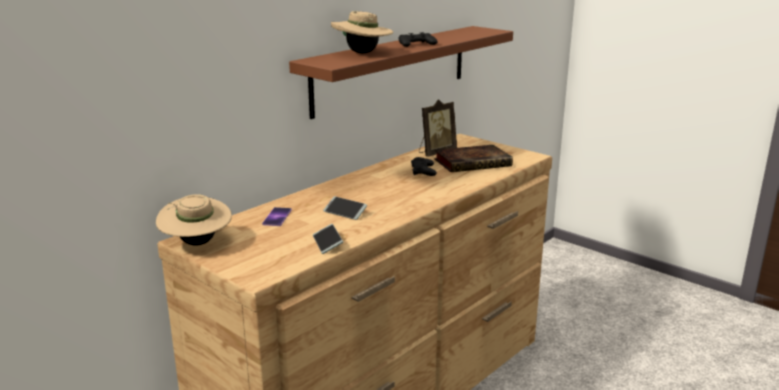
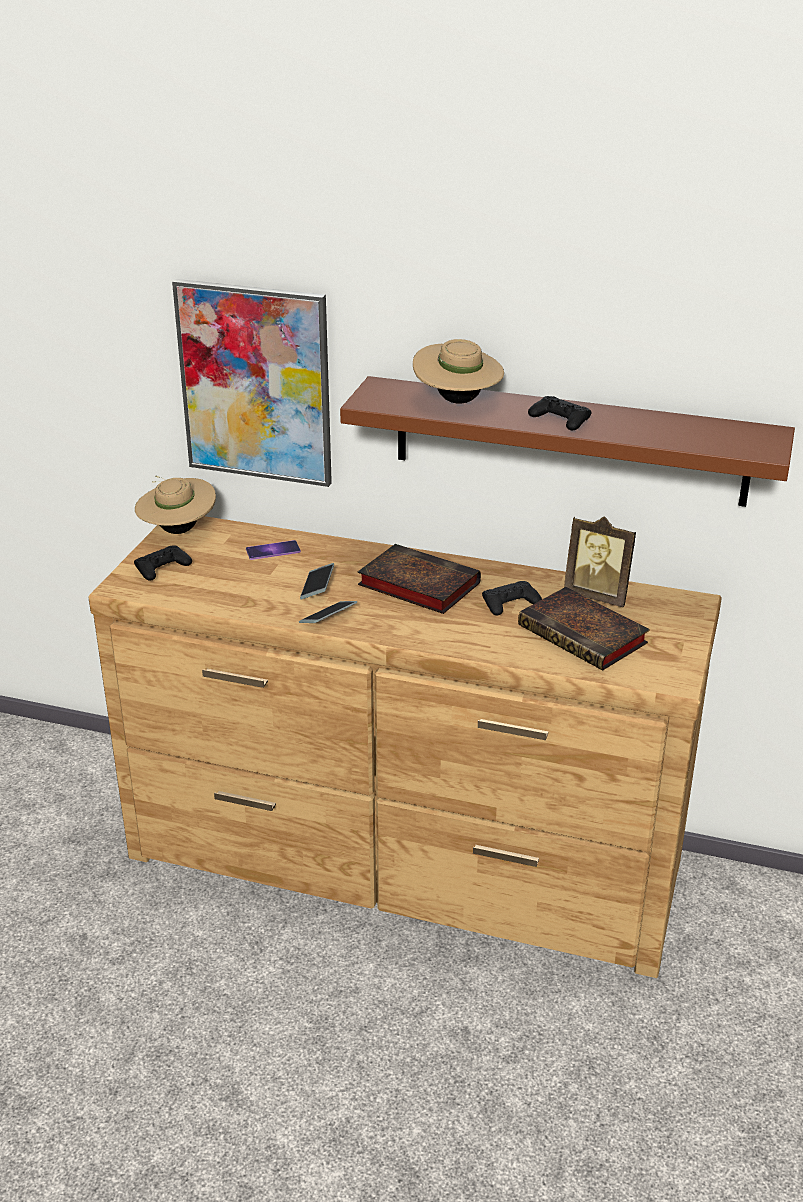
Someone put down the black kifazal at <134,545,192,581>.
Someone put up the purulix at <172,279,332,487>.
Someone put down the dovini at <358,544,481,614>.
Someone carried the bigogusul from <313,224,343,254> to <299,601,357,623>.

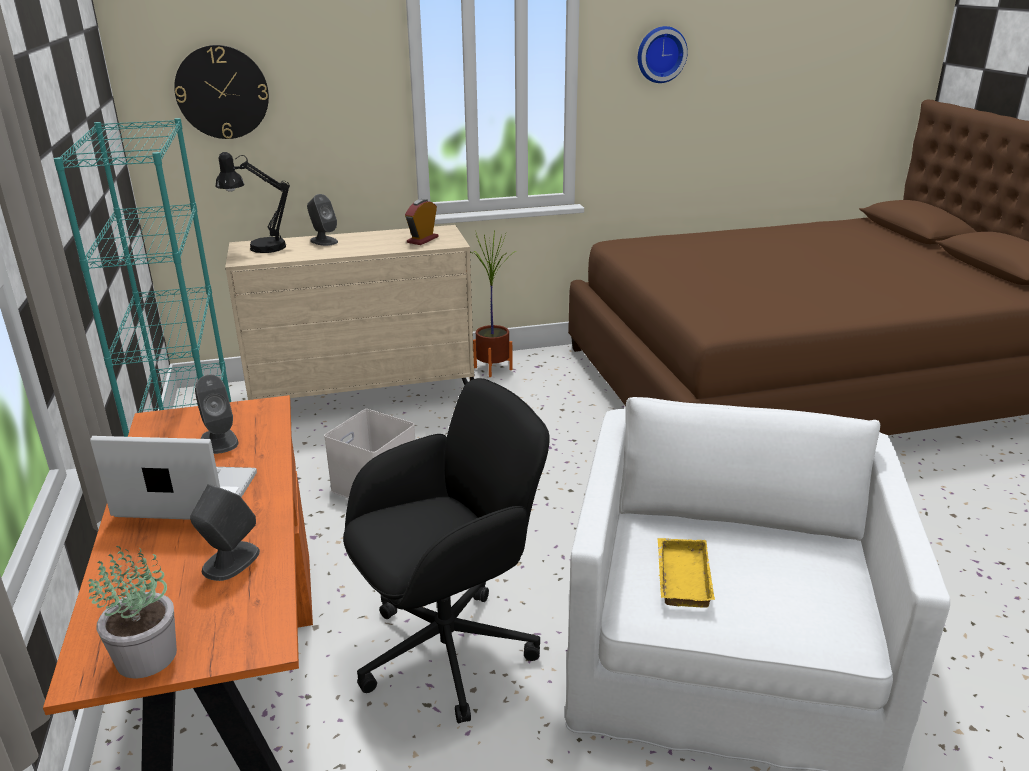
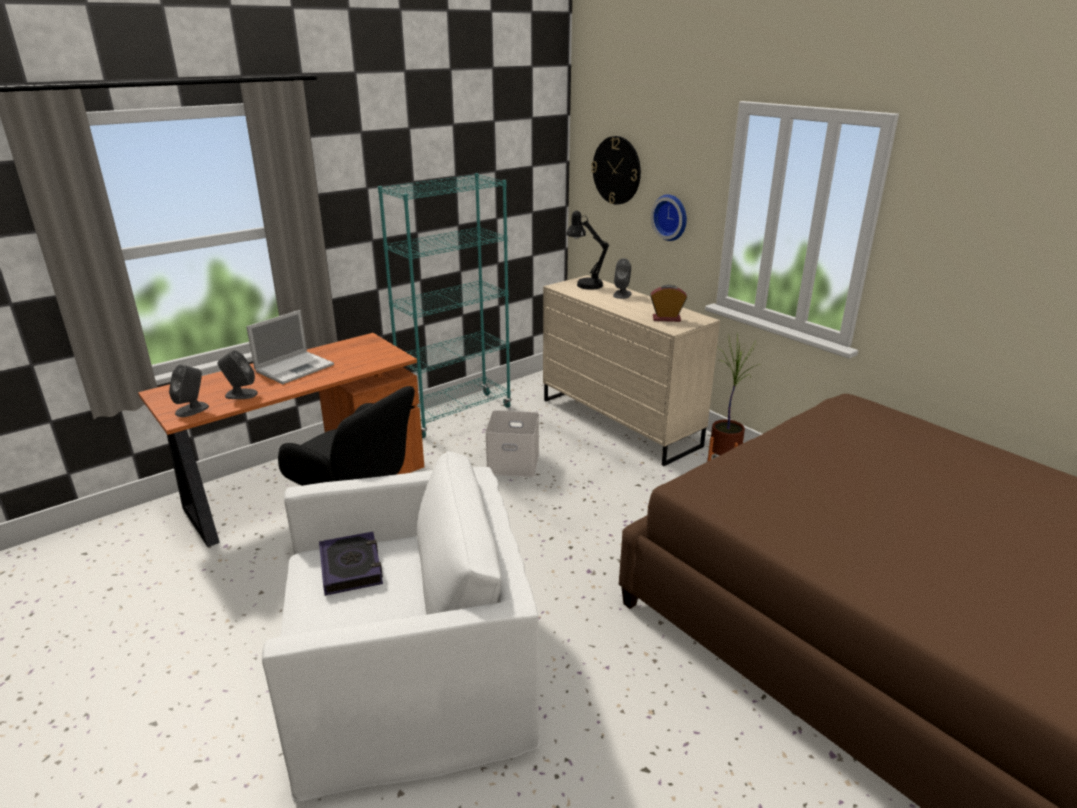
Someone took away the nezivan at <88,546,177,679>.
Someone carried the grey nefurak from <195,375,238,454> to <169,365,209,417>.
Someone carried the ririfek from <638,26,688,83> to <651,194,687,241>.
Someone swapped the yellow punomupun at <657,538,715,607> for the dovini at <319,532,383,596>.
Someone rotated the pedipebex at <90,436,257,520> by 60 degrees clockwise.

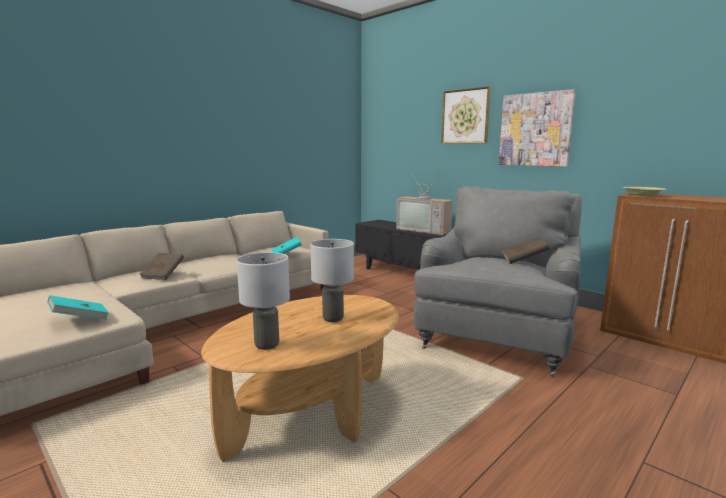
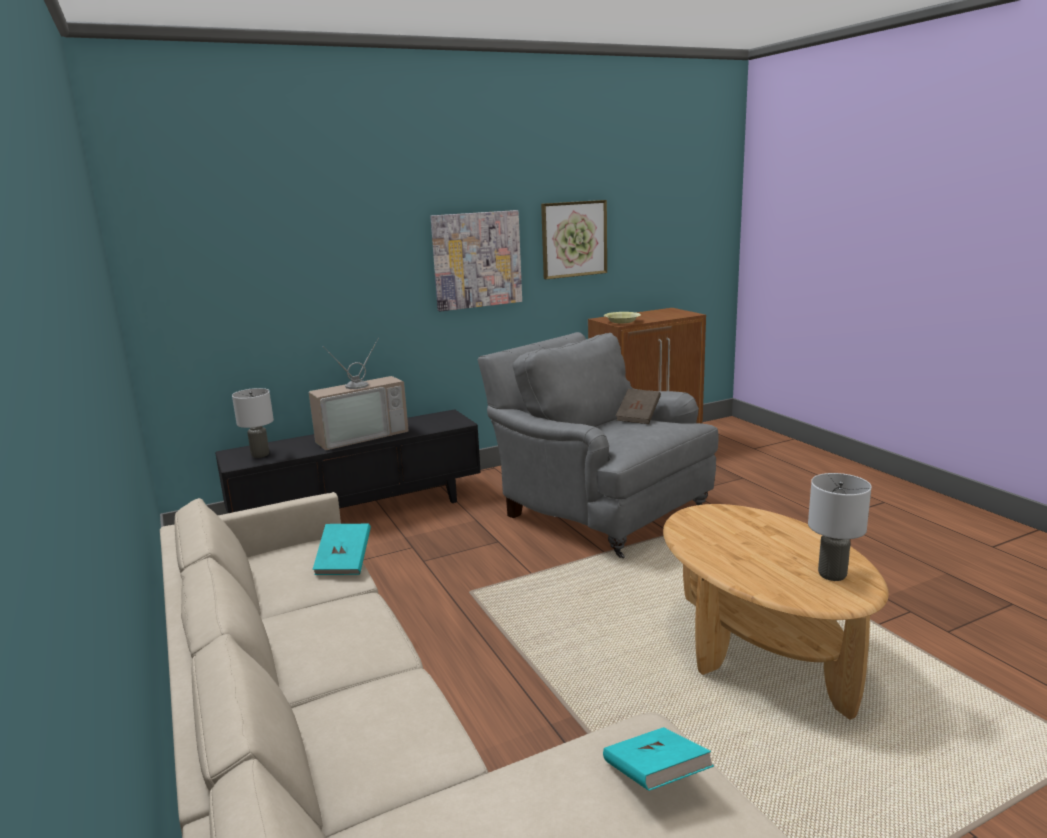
Someone took away the brown dovini at <140,253,184,280>.
Someone carried the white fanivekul from <310,239,354,322> to <232,388,274,458>.
Someone carried the purulix from <441,86,491,144> to <541,200,607,279>.

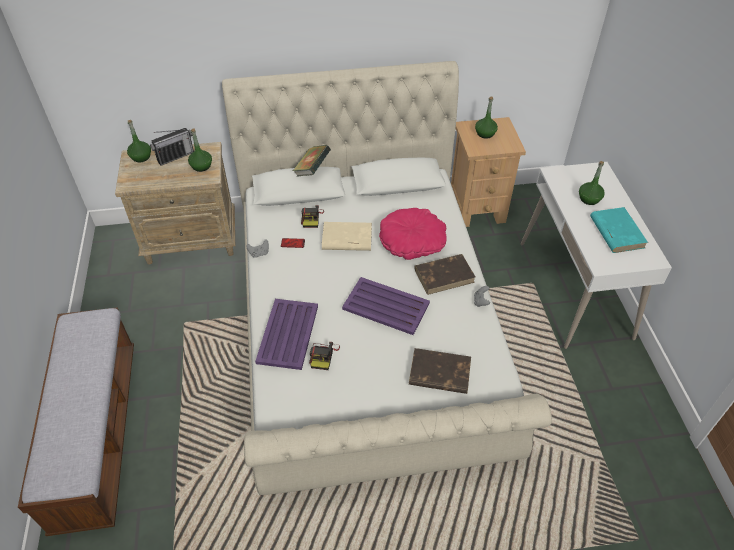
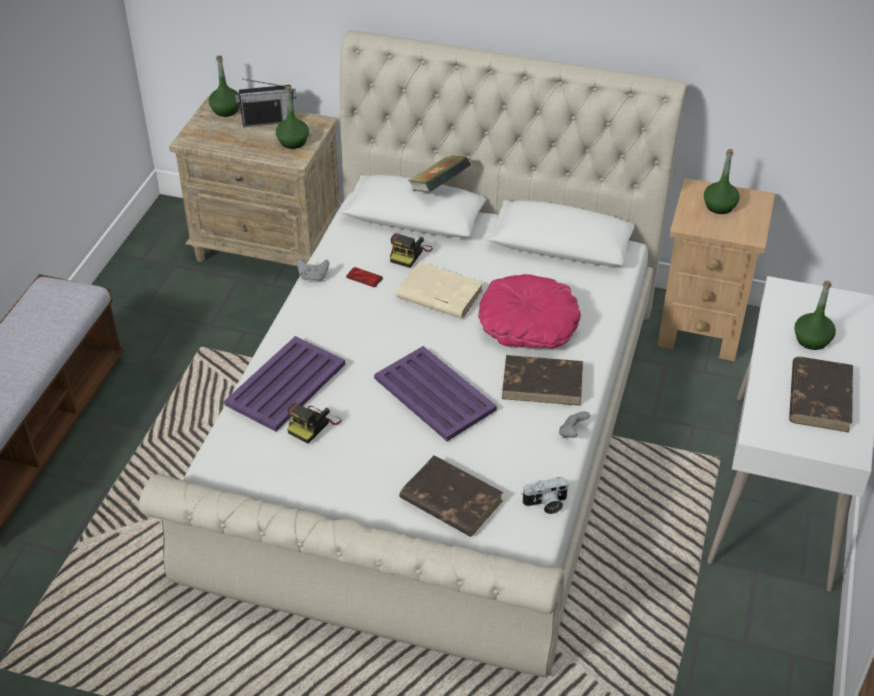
Someone put down the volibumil at <522,477,569,514>.
Someone repainted the turquoise dovini at <590,207,648,253>, which became the brown dovini at <789,357,853,433>.

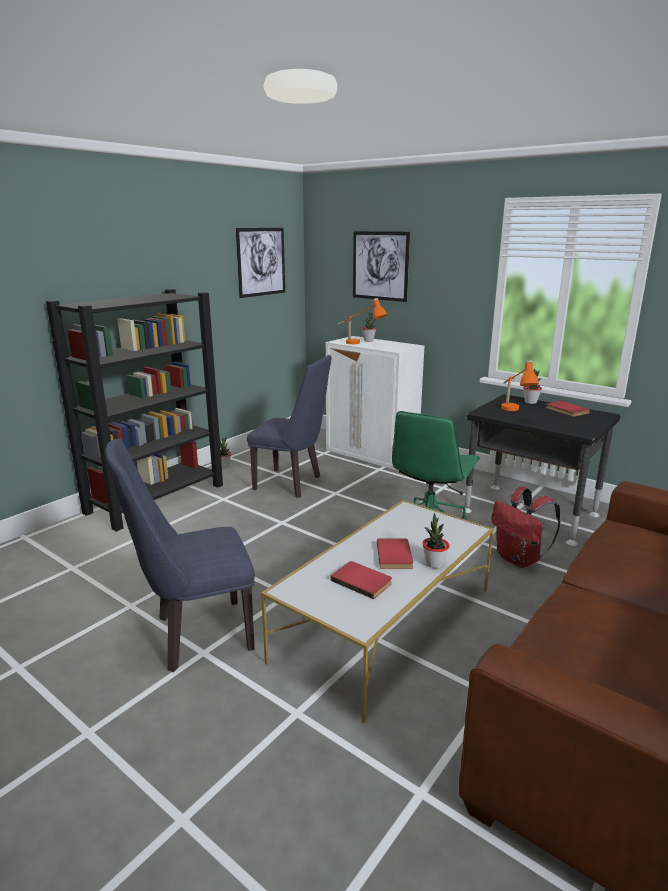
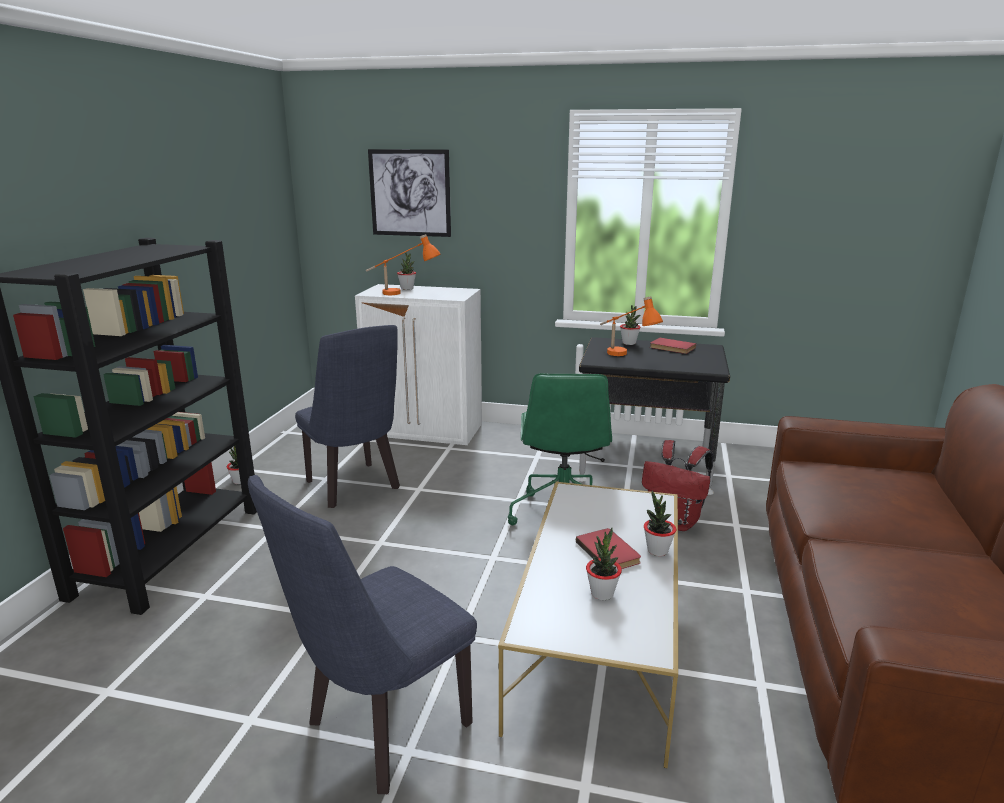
Someone took away the purulix at <236,228,285,298>.
Someone swapped the red dovini at <330,561,392,599> for the nezivan at <586,528,622,600>.
Someone rotated the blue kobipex at <247,355,331,498> by 60 degrees clockwise.

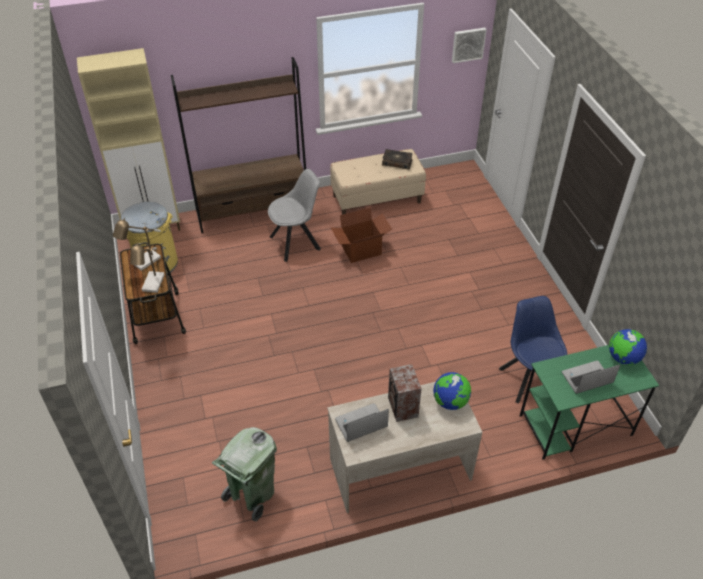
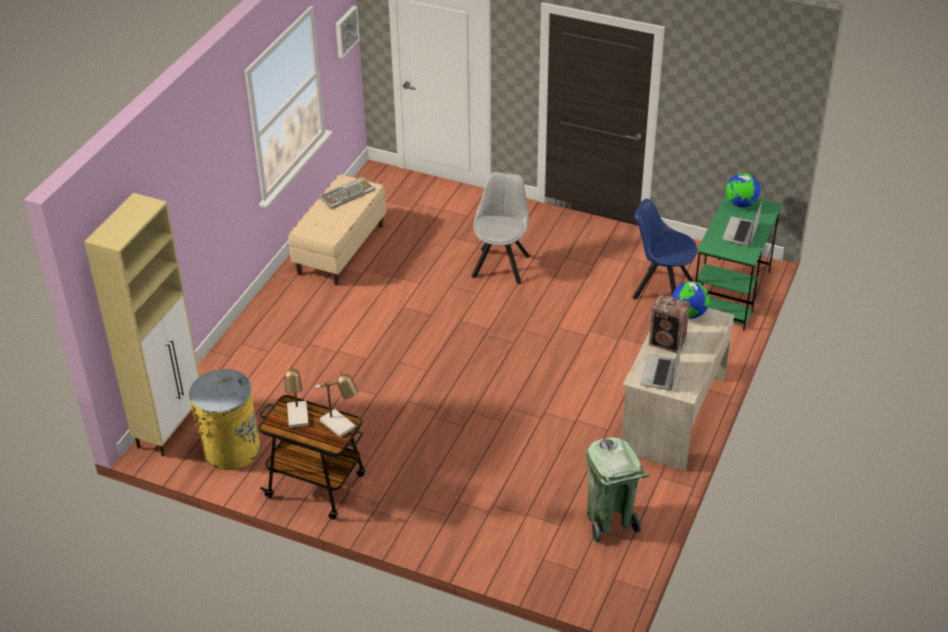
Someone took away the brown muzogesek at <171,57,306,234>.
Someone took away the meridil at <331,208,392,263>.
Someone carried the grey kobipex from <268,169,321,262> to <471,172,530,284>.
Someone swapped the dovini at <382,149,413,170> for the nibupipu at <319,177,375,209>.

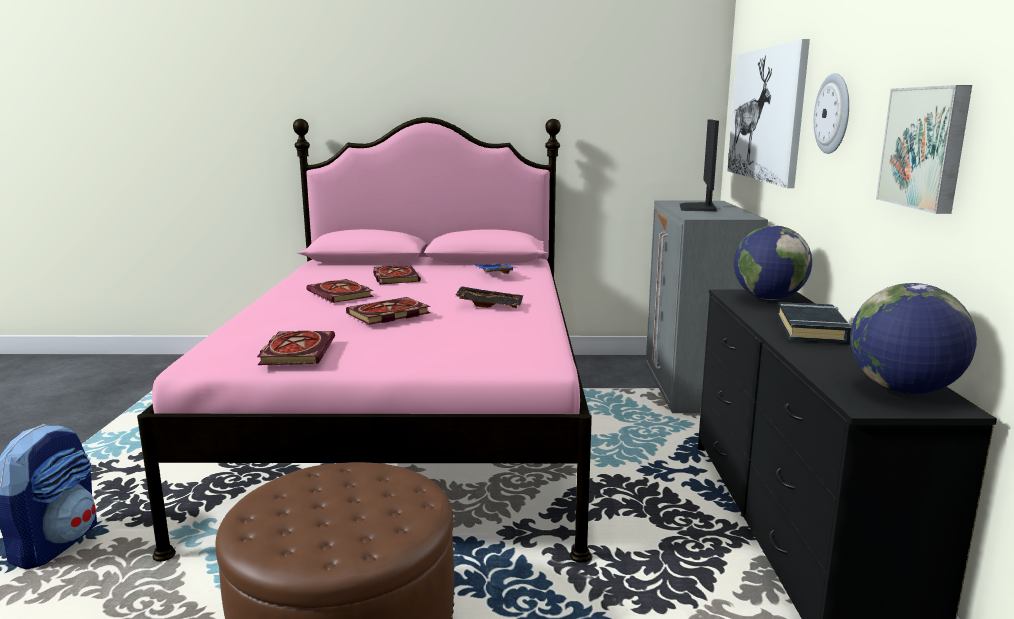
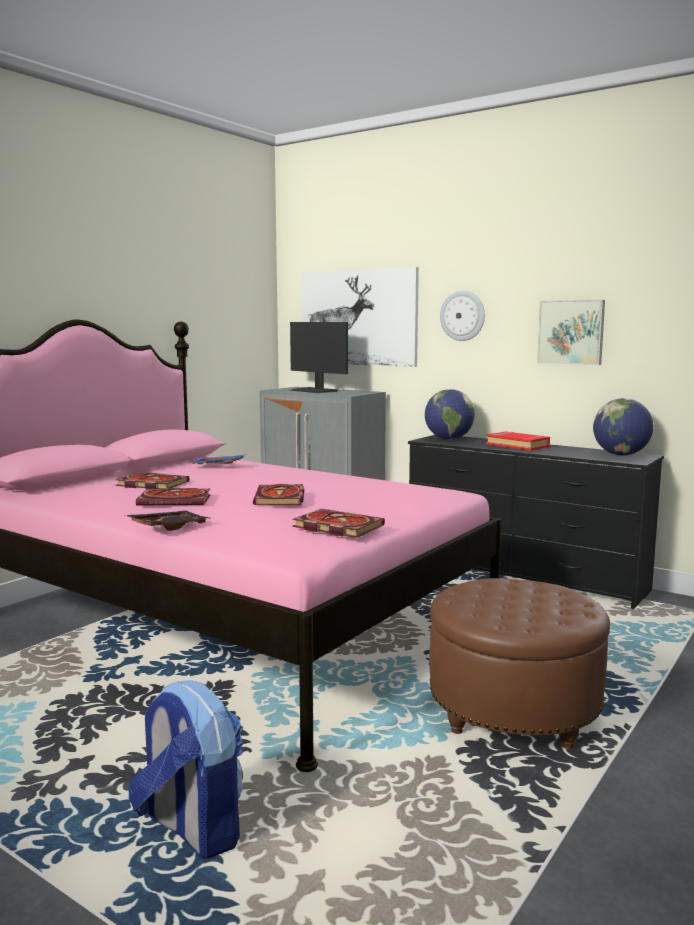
Someone carried the black punomupun from <455,286,523,308> to <125,510,212,531>.
Someone repainted the black dovini at <777,302,852,344>, which became the red dovini at <486,431,550,451>.

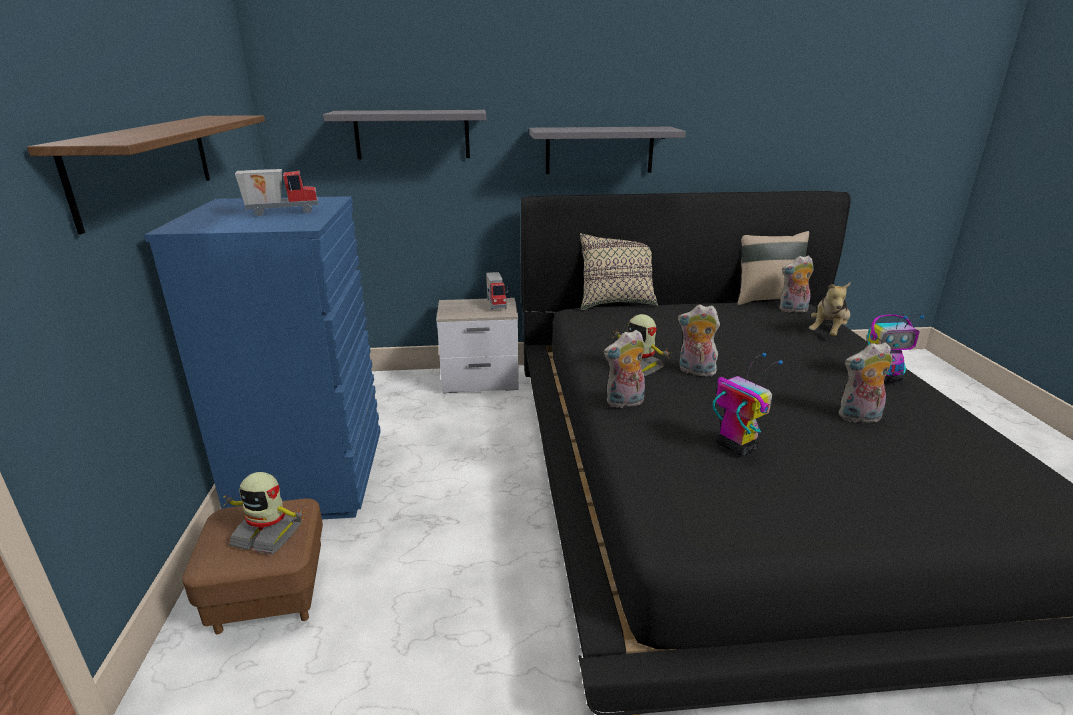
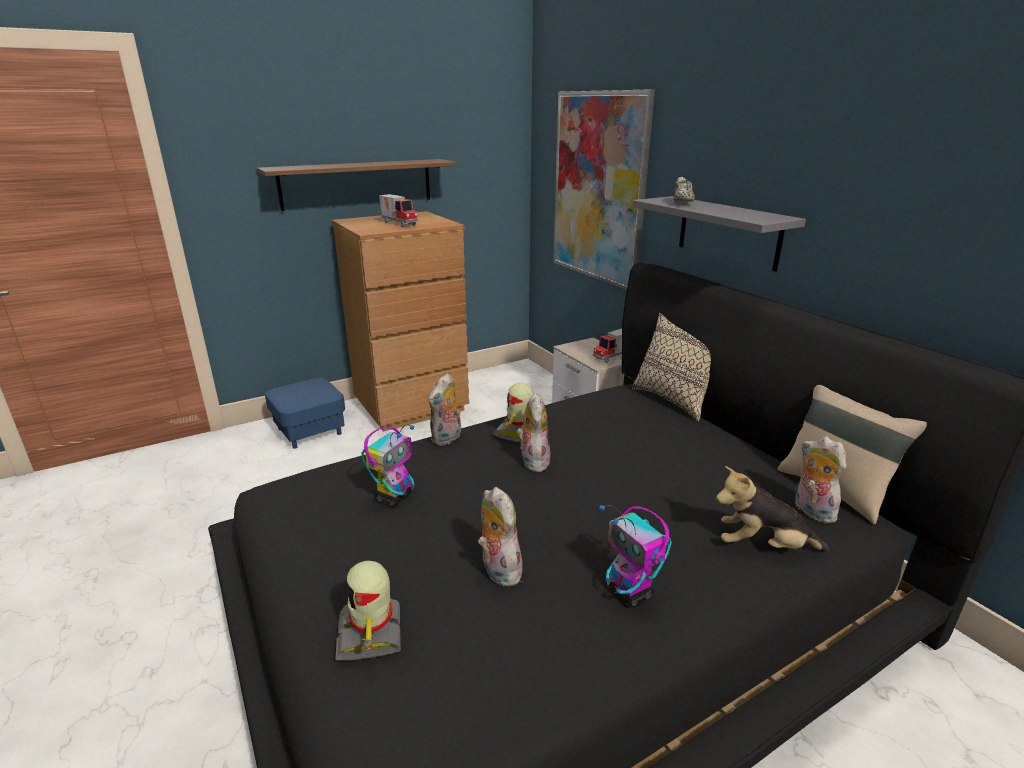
Someone put down the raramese at <674,177,695,203>.
Someone carried the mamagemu from <223,472,306,555> to <335,561,401,660>.
Someone swapped the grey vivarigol at <323,110,486,160> for the purulix at <553,89,655,290>.
Someone repainted the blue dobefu at <144,196,381,519>, which became the brown dobefu at <332,211,469,432>.
Someone repainted the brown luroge at <182,498,323,634>, which became the blue luroge at <265,378,345,449>.
Someone rotated the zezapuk at <604,330,645,408> by 105 degrees counterclockwise.

